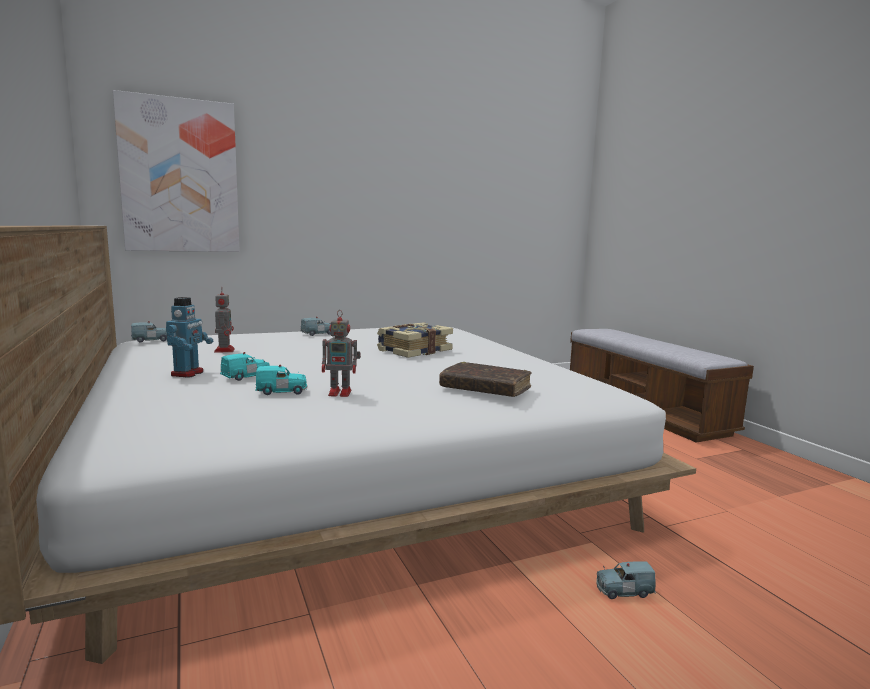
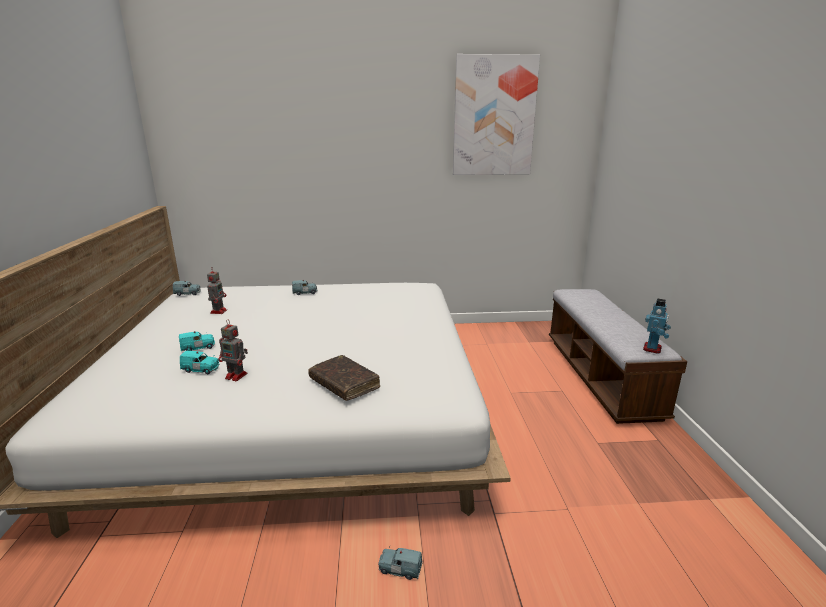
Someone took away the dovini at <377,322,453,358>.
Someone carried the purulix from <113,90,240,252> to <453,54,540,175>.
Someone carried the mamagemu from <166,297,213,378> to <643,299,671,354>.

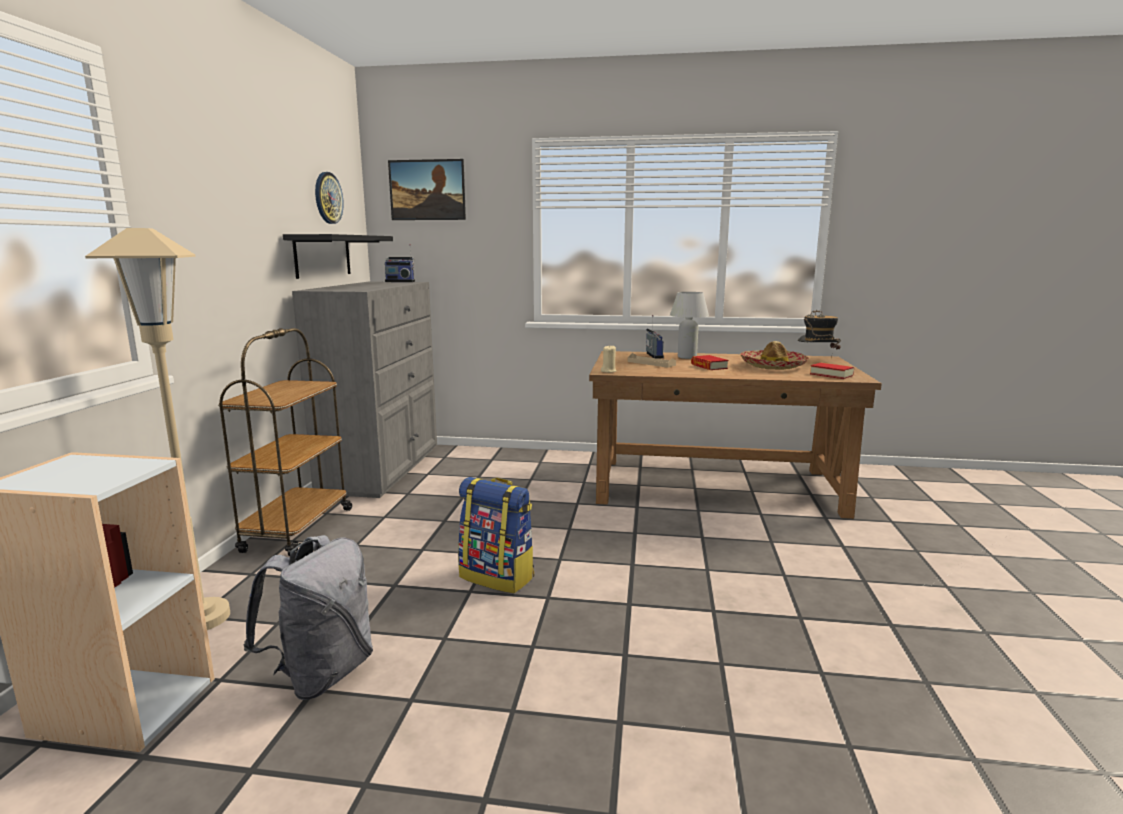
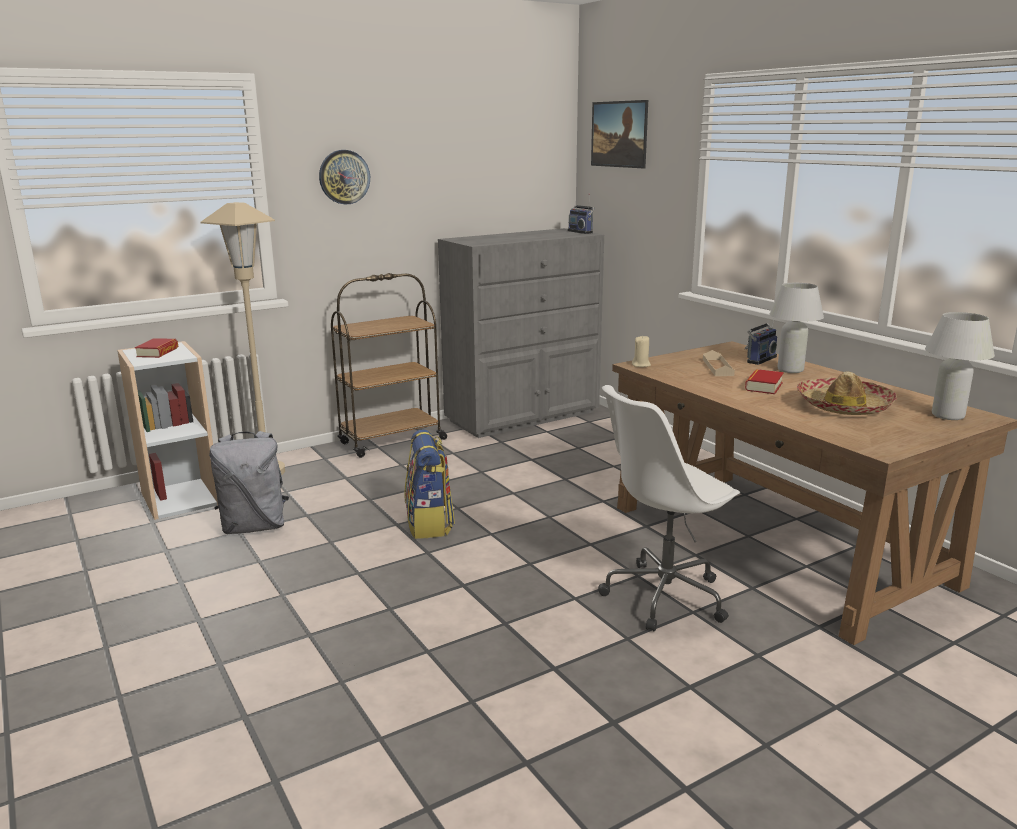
Someone took away the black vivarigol at <283,234,393,279>.
Someone put down the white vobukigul at <598,385,740,631>.
Someone carried the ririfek from <315,172,344,224> to <319,150,370,204>.
Someone carried the dovini from <810,363,854,379> to <135,338,178,358>.
Someone swapped the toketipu at <798,310,841,359> for the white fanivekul at <925,312,995,420>.

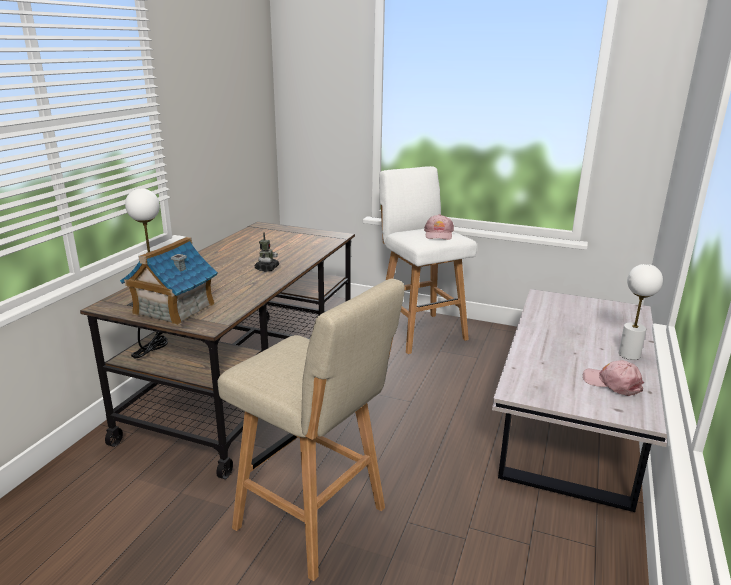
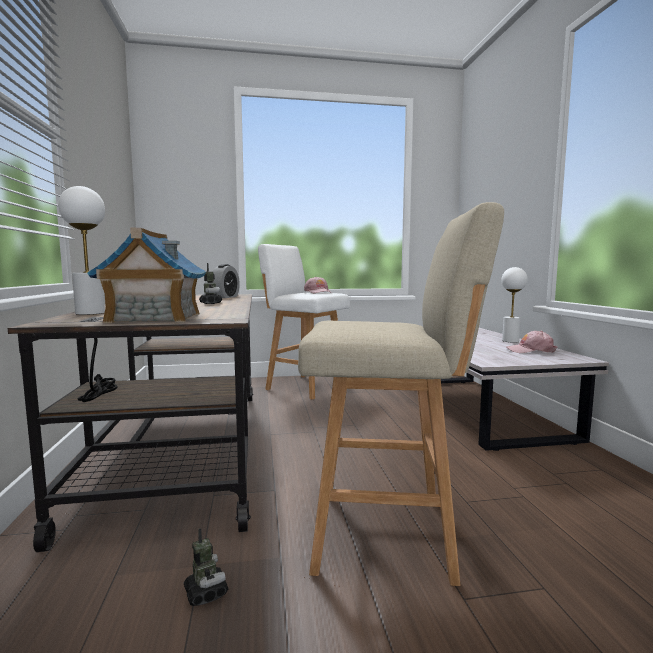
Someone put down the mamagemu at <184,528,229,606>.
Someone put down the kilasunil at <212,264,240,298>.

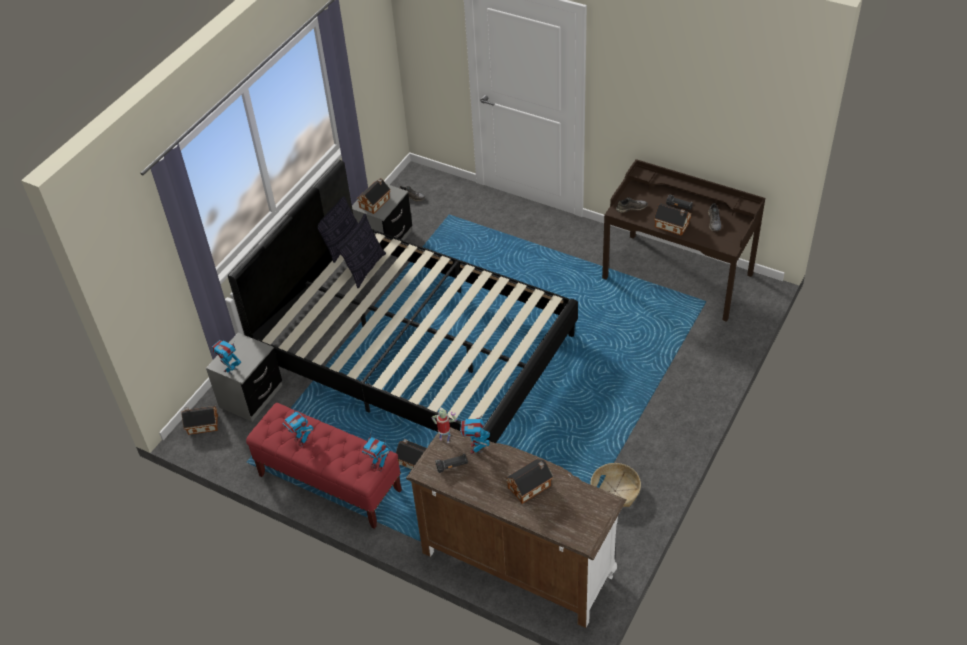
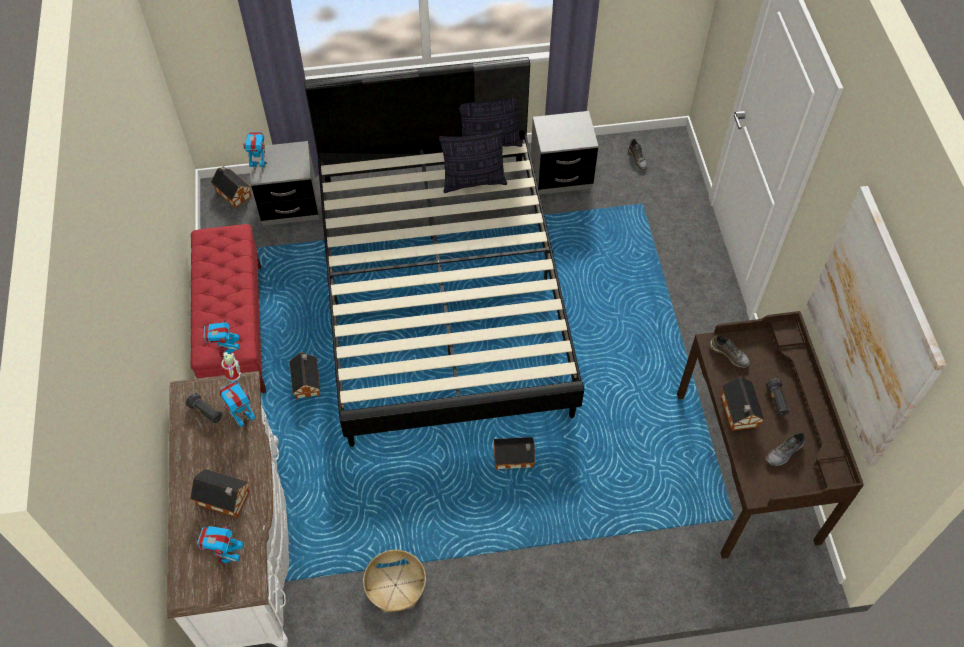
Someone put up the purulix at <807,186,947,467>.
Someone carried the mamagemu from <283,404,313,447> to <197,524,244,564>.
Someone carried the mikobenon from <358,178,390,214> to <494,437,535,470>.

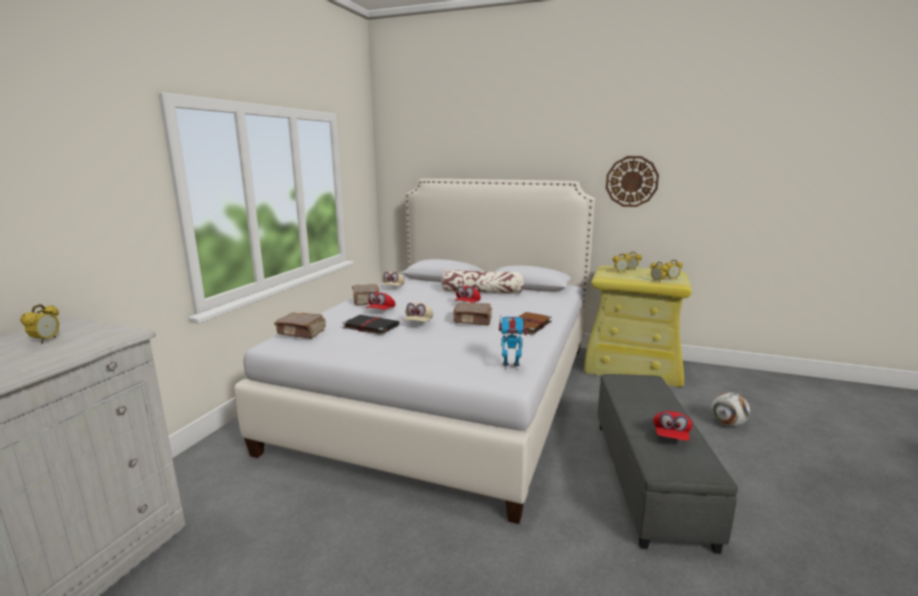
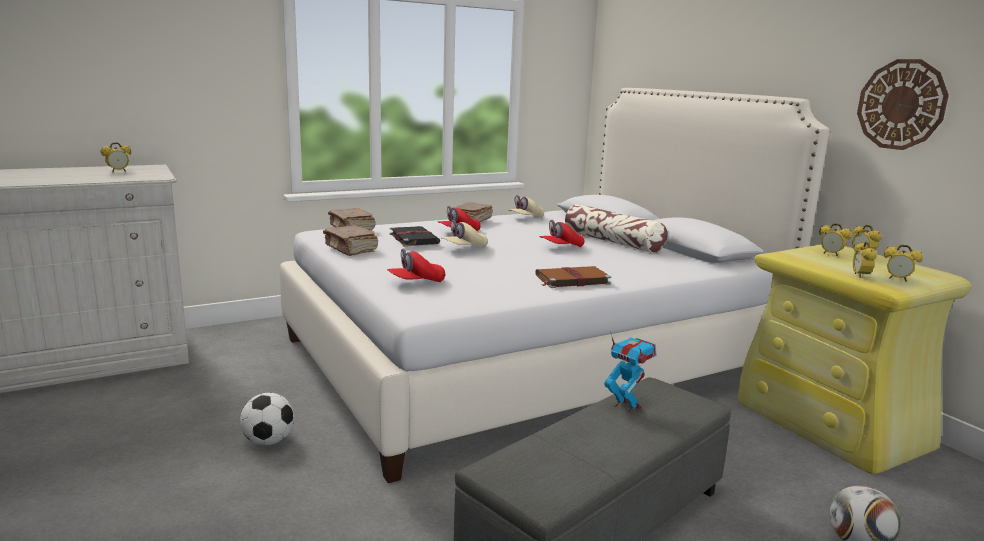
Someone put down the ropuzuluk at <240,393,294,445>.
Someone carried the brown dovini from <453,303,492,325> to <323,225,378,256>.
Someone carried the mamagemu from <499,315,526,370> to <605,331,657,412>.
Someone carried the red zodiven from <653,411,693,441> to <387,249,445,282>.

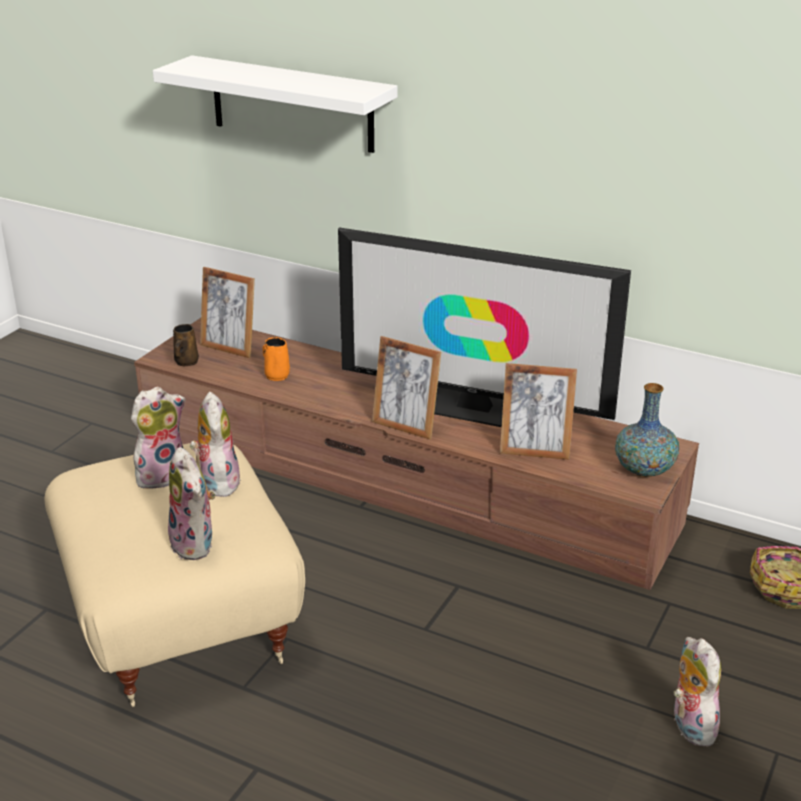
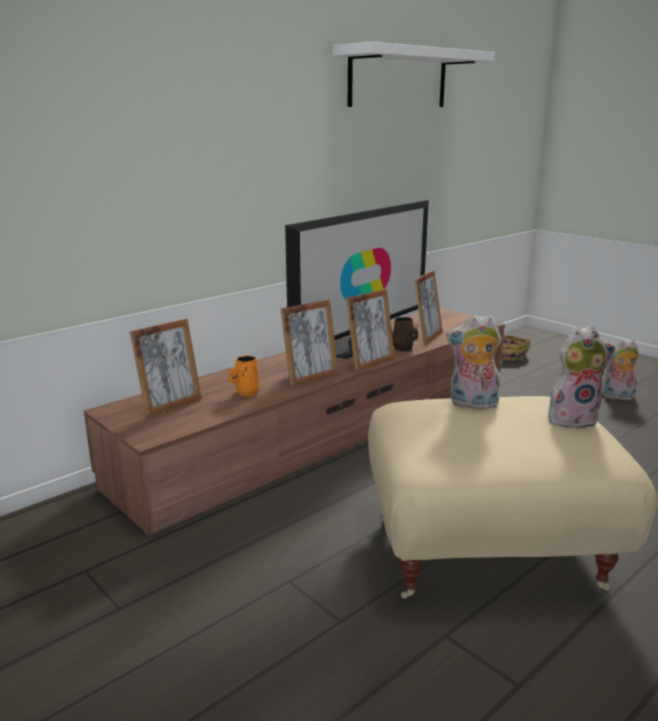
Someone took away the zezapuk at <131,386,186,489>.
Someone took away the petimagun at <615,383,679,477>.
Someone put down the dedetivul at <280,300,338,386>.
Someone carried the white vivarigol from <153,55,397,153> to <333,42,495,107>.
Someone carried the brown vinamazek from <173,324,199,366> to <393,317,418,351>.

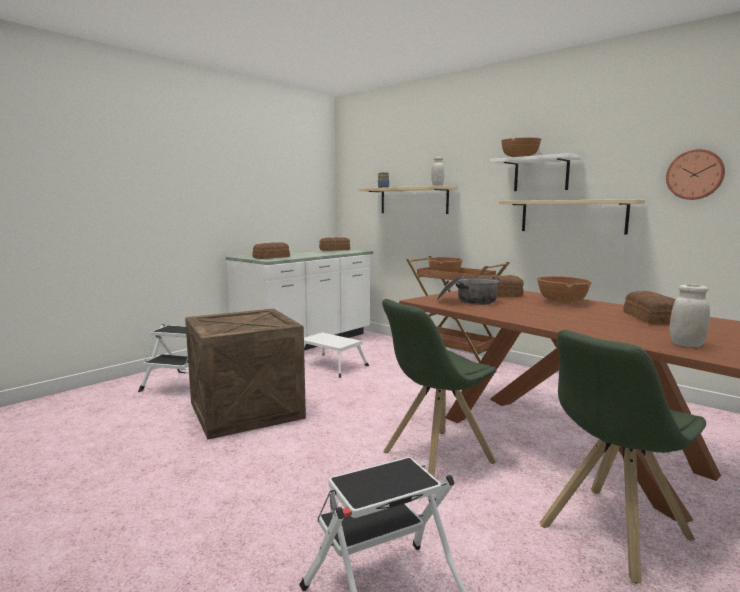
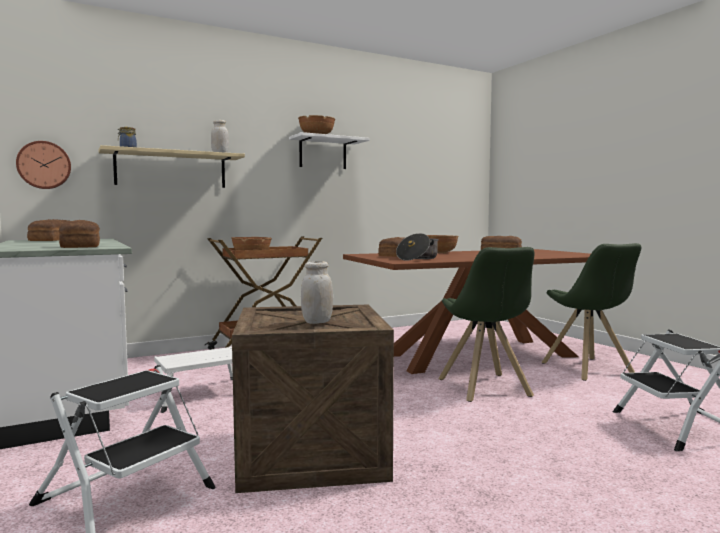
Someone took away the beige vivarigol at <499,199,645,235>.
Someone carried the ririfek from <666,149,725,200> to <16,141,71,189>.
Someone carried the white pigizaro from <670,284,710,347> to <301,261,333,324>.

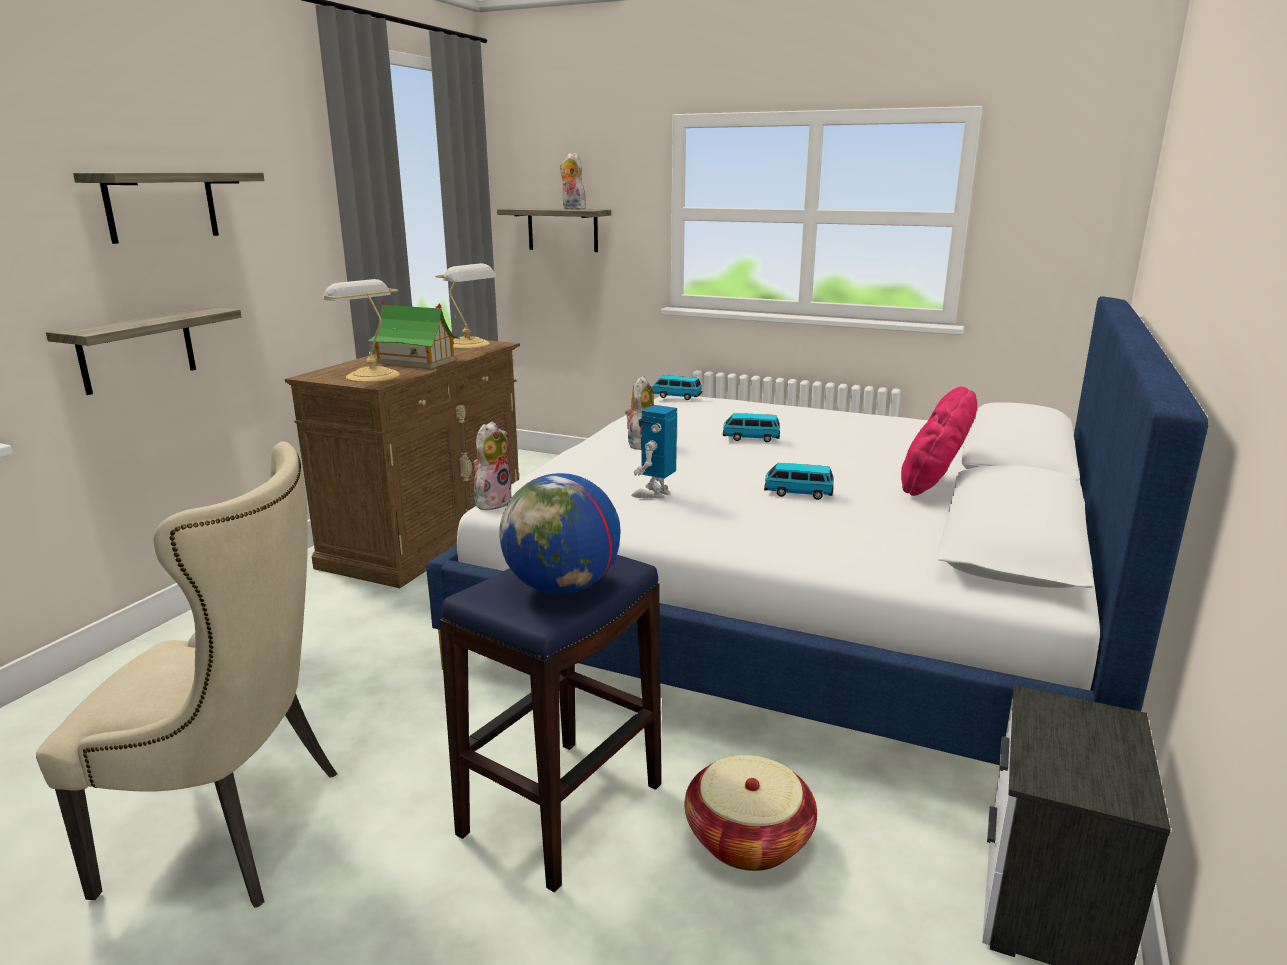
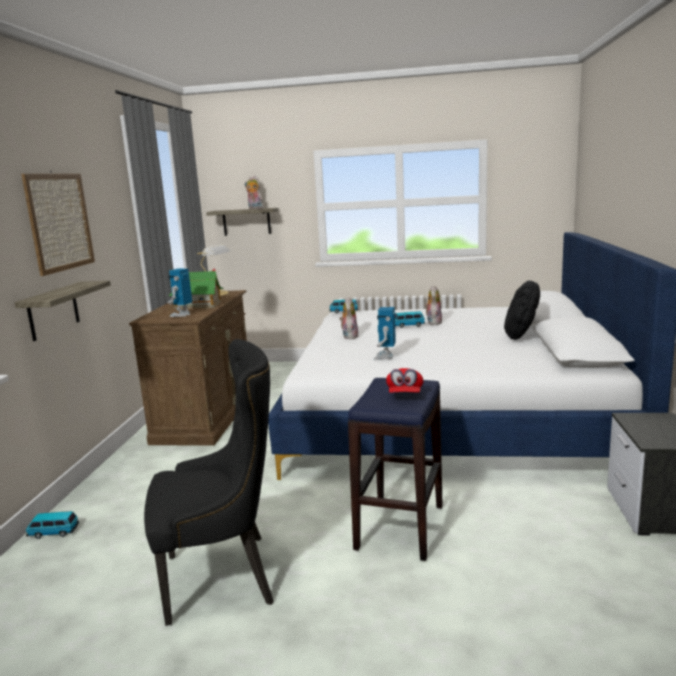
Someone took away the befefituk at <685,755,817,871>.
Someone carried the zezapuk from <473,422,512,510> to <424,285,442,325>.
Someone carried the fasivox from <764,463,834,500> to <26,511,79,539>.
Someone swapped the vivarigol at <73,173,264,244> for the purulix at <21,170,95,276>.
Someone swapped the fanivekul at <322,279,400,382> for the mamagemu at <168,269,192,317>.
Someone swapped the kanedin at <499,473,621,594> for the red zodiven at <386,368,423,393>.
Someone repainted the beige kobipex at <36,441,337,908>, which became the black kobipex at <144,339,274,626>.
Someone repainted the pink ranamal at <901,387,977,496>, which became the black ranamal at <504,281,540,340>.

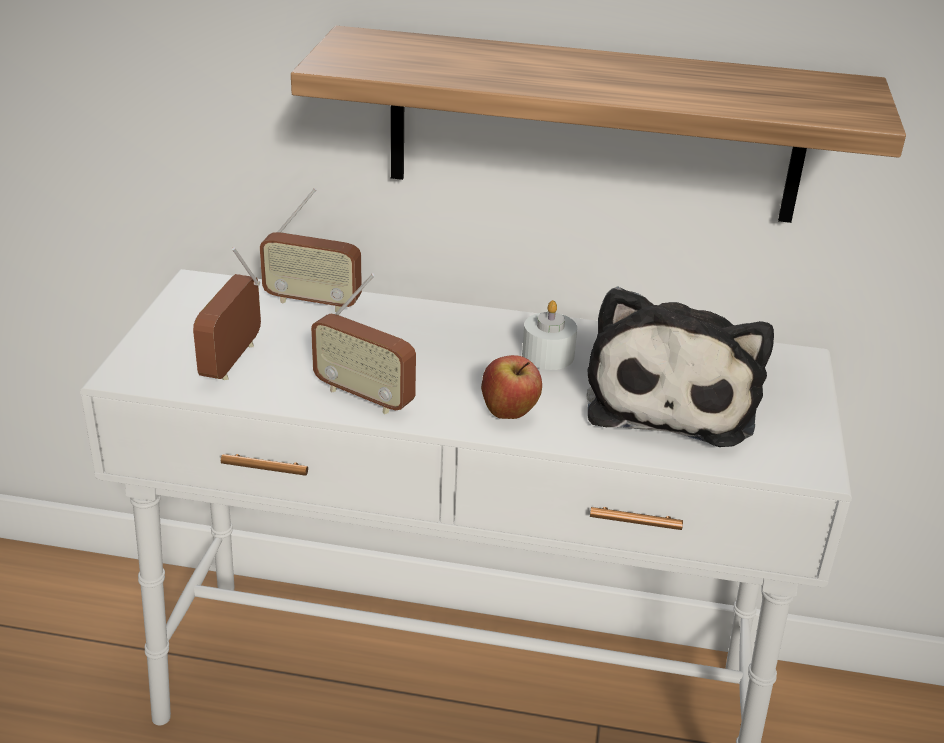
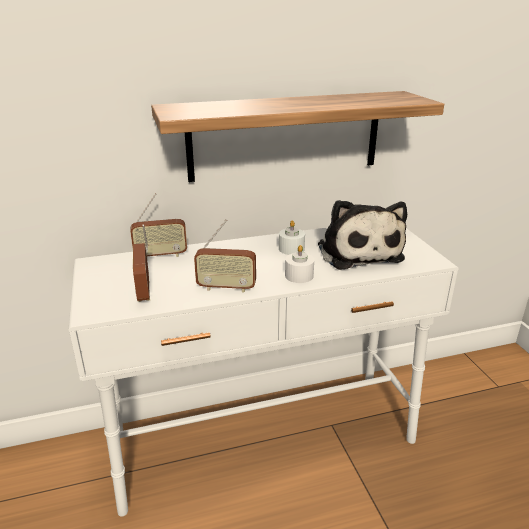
Someone swapped the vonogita at <481,355,542,419> for the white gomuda at <285,245,314,283>.

